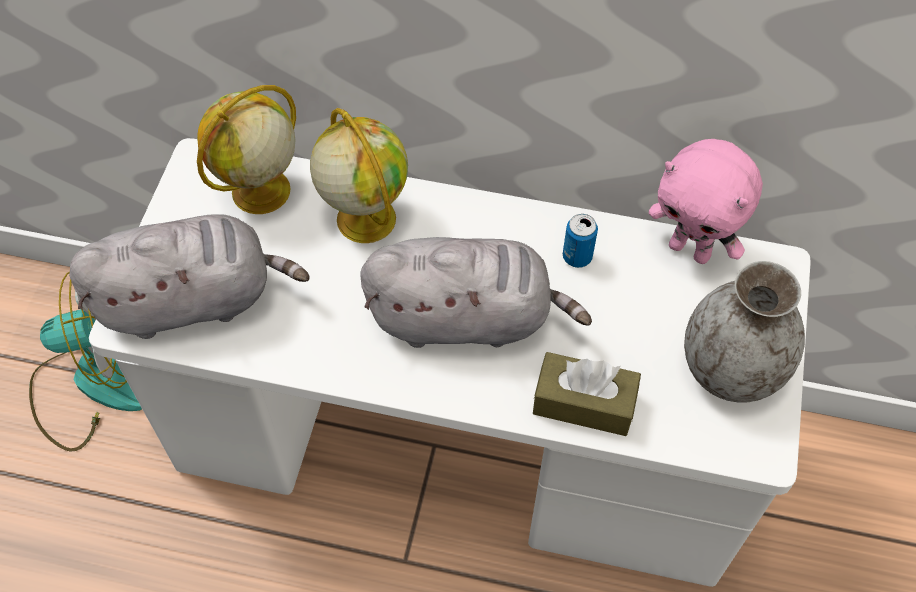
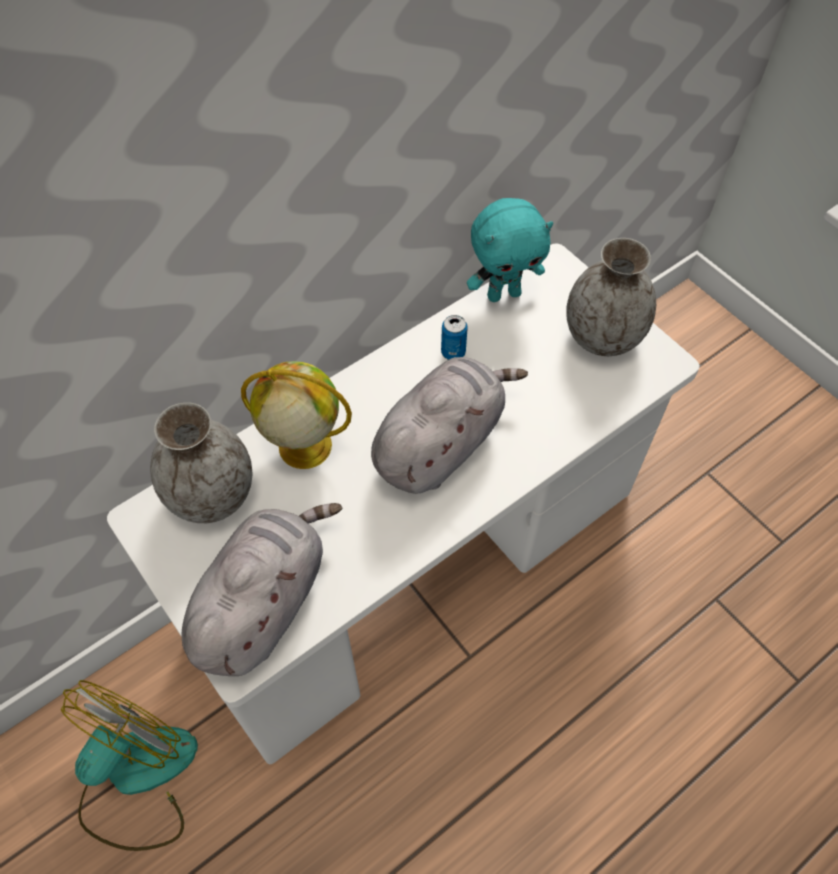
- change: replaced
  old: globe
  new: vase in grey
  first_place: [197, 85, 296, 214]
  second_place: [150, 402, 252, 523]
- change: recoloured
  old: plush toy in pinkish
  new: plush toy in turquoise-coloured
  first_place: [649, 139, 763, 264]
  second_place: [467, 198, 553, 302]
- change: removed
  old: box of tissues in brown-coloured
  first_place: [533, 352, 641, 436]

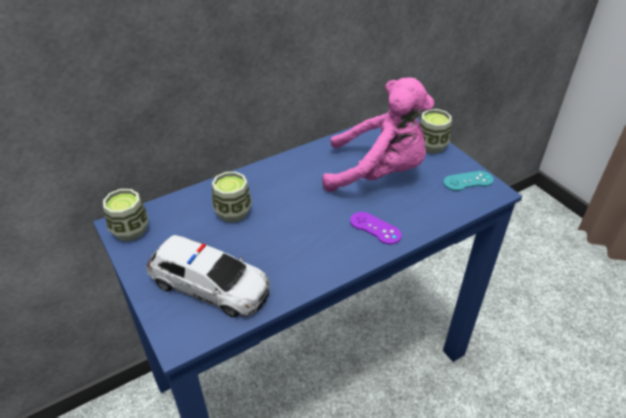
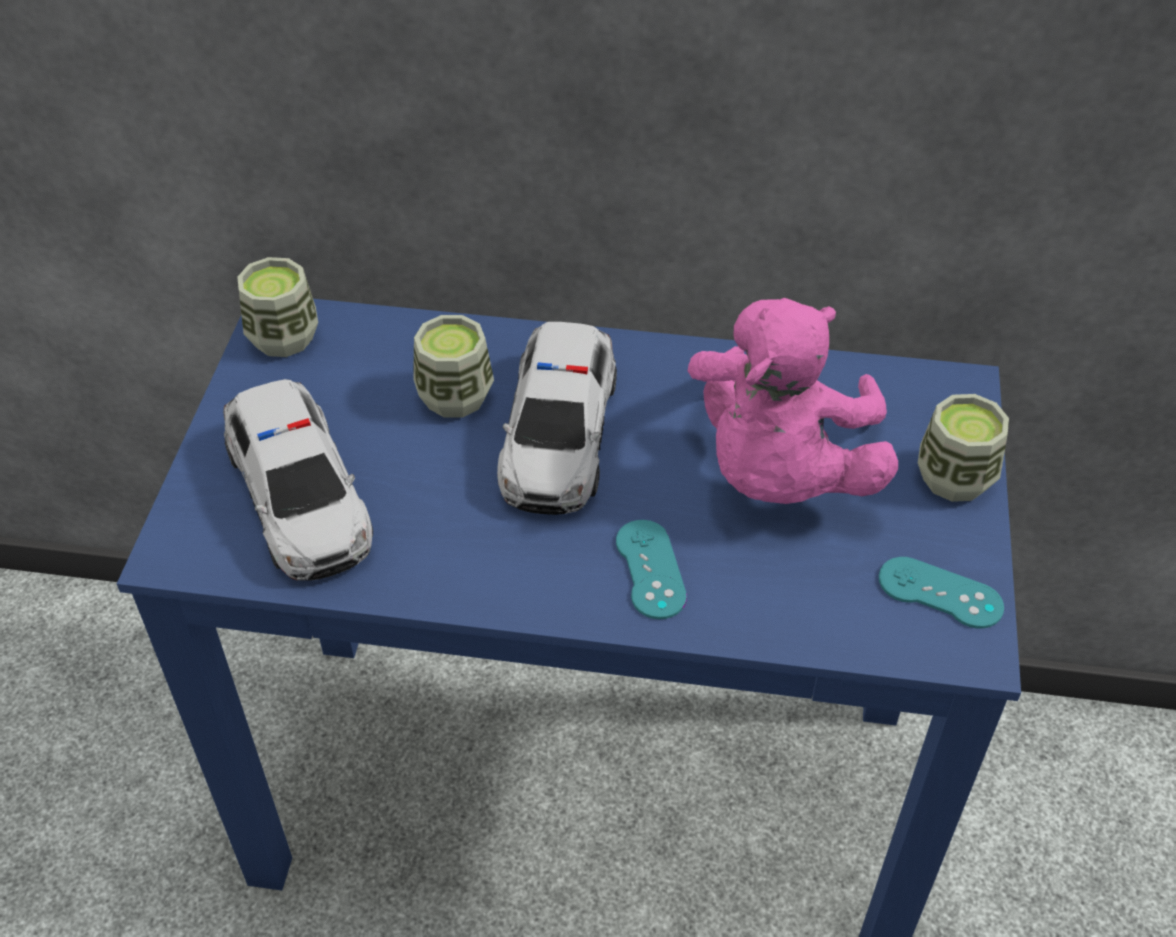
- change: turned
  old: plush toy in pinkish
  first_place: [322, 77, 434, 192]
  second_place: [687, 298, 898, 504]
  degrees: 60
- change: recoloured
  old: game controller in purple-coloured
  new: game controller in turquoise-coloured
  first_place: [350, 212, 402, 244]
  second_place: [616, 520, 687, 619]
- change: added
  new: toy car
  second_place: [497, 322, 617, 515]

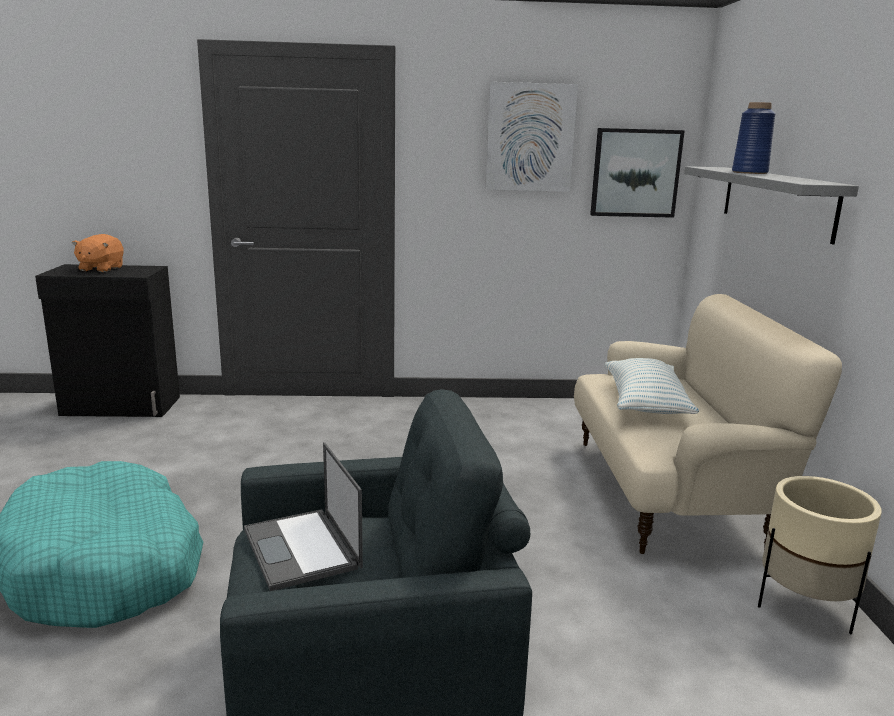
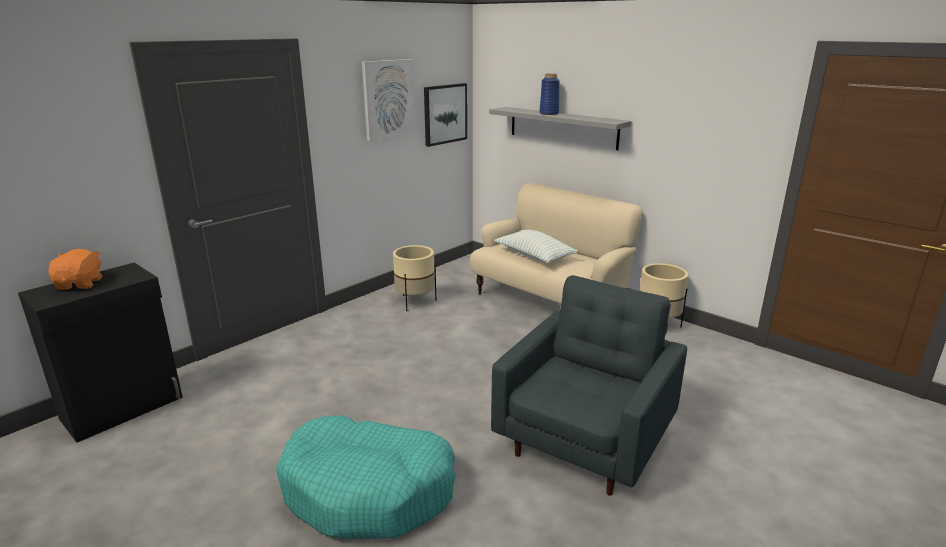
- change: turned
  old: plush toy in orangey
  first_place: [72, 234, 124, 272]
  second_place: [49, 249, 102, 290]
  degrees: -150
- change: removed
  old: notebook computer
  first_place: [244, 442, 363, 591]
- change: added
  new: planter in sand-coloured
  second_place: [393, 245, 436, 311]

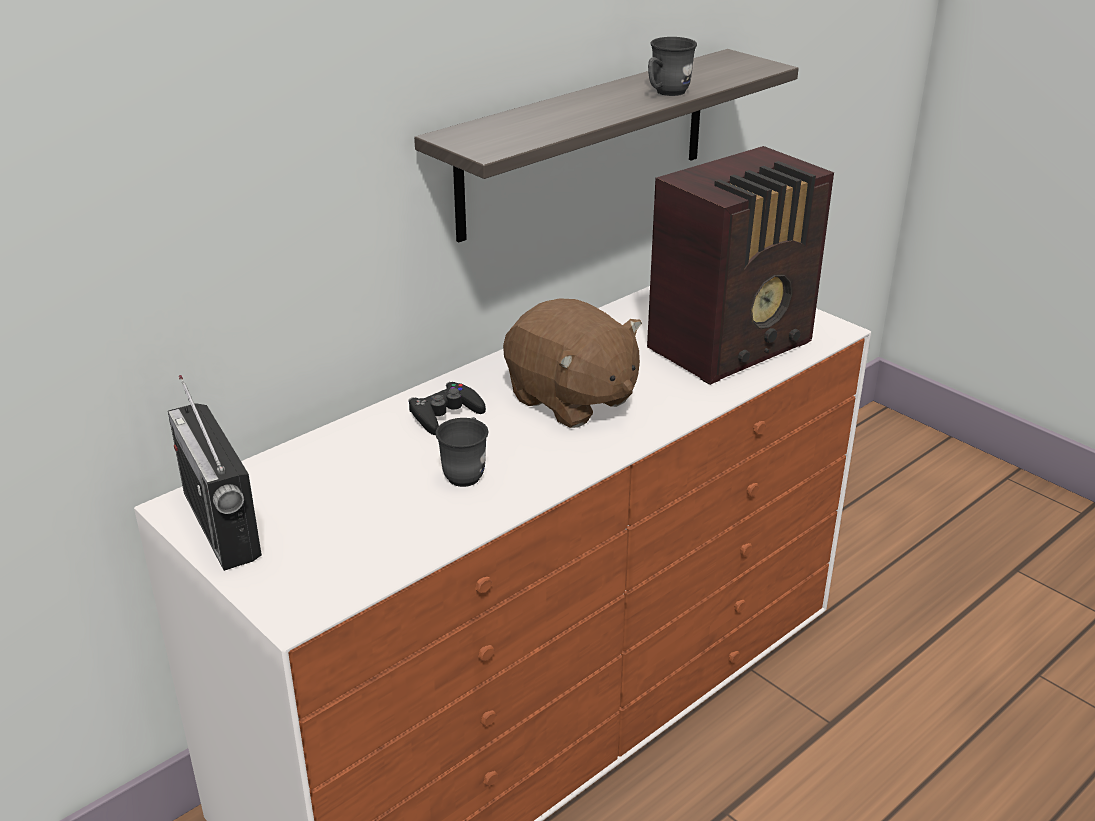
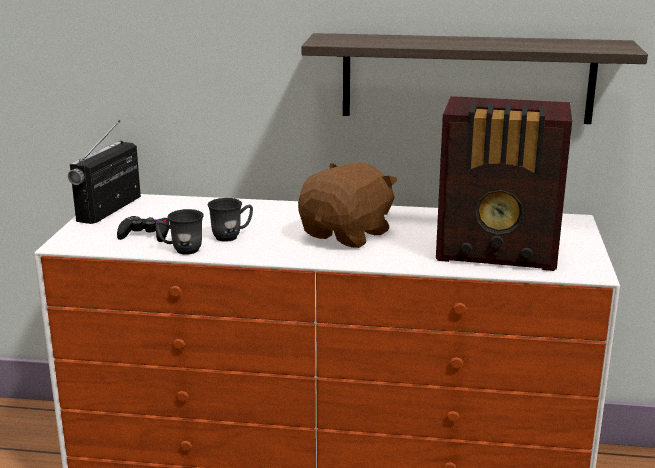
- change: moved
  old: tea mug in grey
  first_place: [648, 37, 697, 96]
  second_place: [155, 209, 204, 255]
- change: turned
  old: plush toy in brown-coloured
  first_place: [503, 298, 642, 428]
  second_place: [298, 162, 398, 248]
  degrees: -150
- change: moved
  old: game controller in black
  first_place: [408, 382, 486, 435]
  second_place: [117, 216, 169, 242]

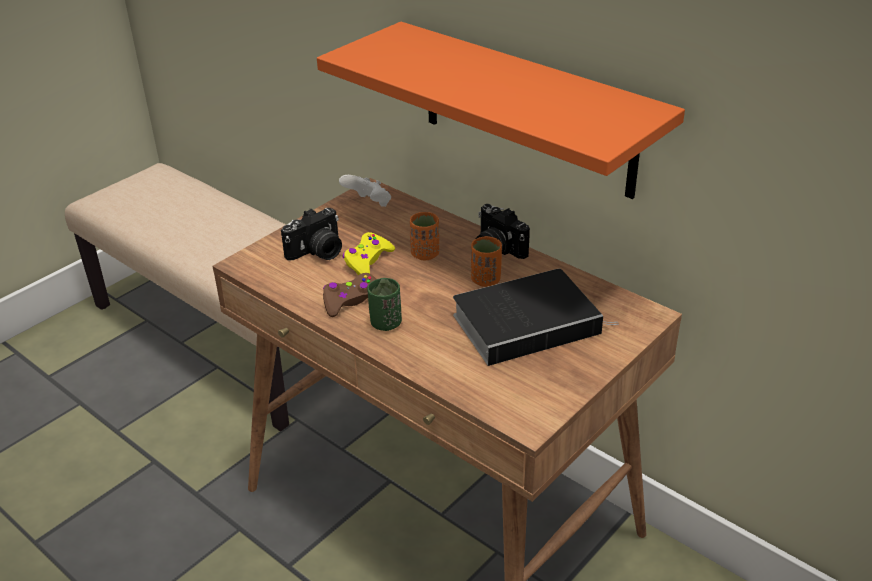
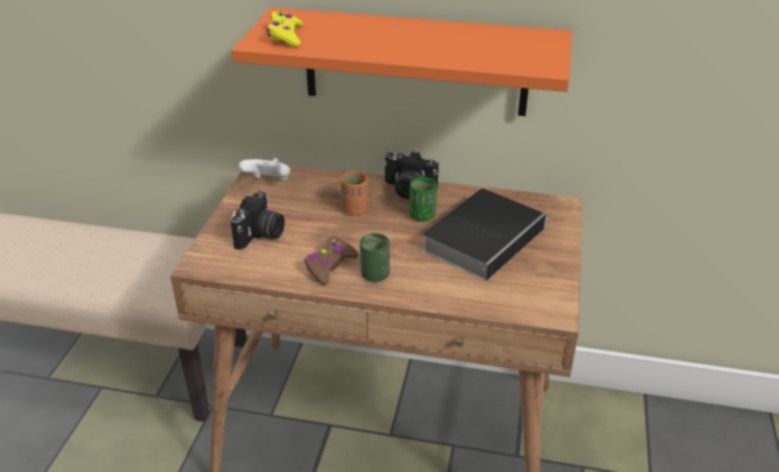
- change: moved
  old: game controller in yellowish
  first_place: [343, 232, 395, 275]
  second_place: [266, 11, 303, 47]
- change: recoloured
  old: drinking cup in orangey
  new: drinking cup in green-coloured
  first_place: [471, 236, 502, 287]
  second_place: [409, 177, 437, 221]

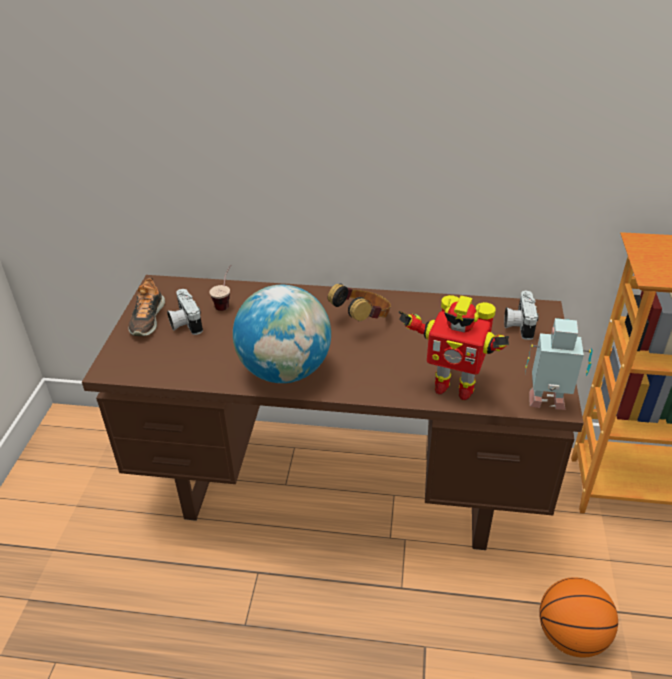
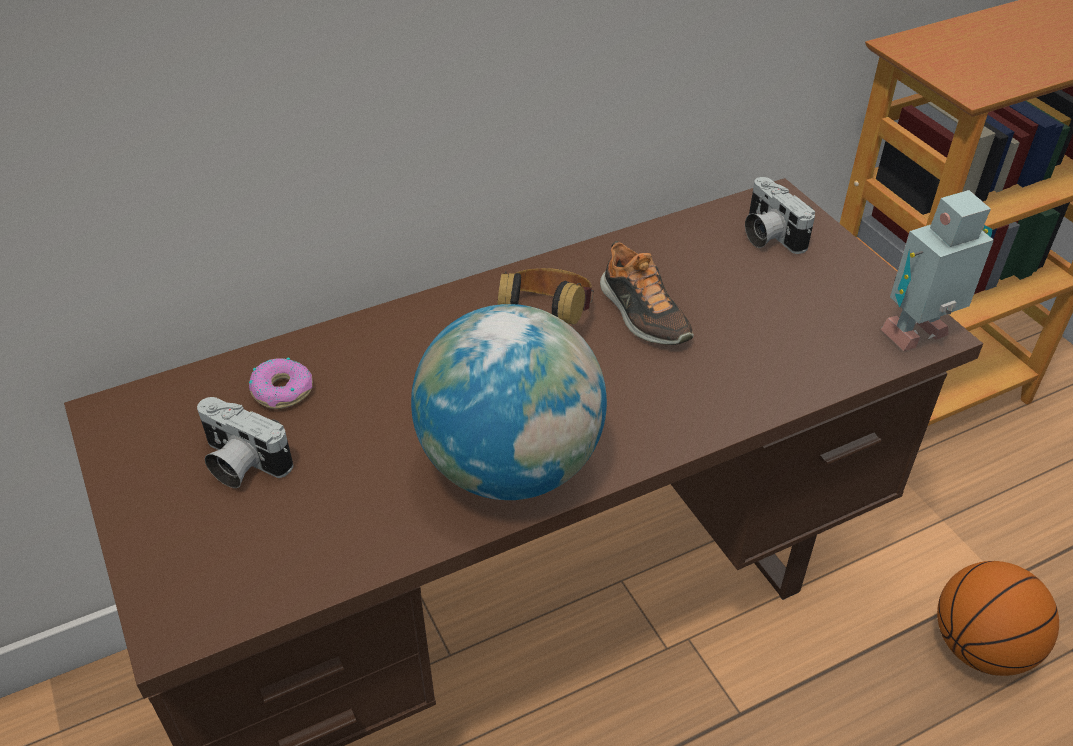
- change: replaced
  old: drinking cup
  new: donut
  first_place: [209, 265, 231, 311]
  second_place: [249, 357, 313, 409]
- change: moved
  old: shoe
  first_place: [128, 278, 165, 336]
  second_place: [600, 241, 694, 345]
- change: removed
  old: robot figure
  first_place: [398, 295, 509, 400]

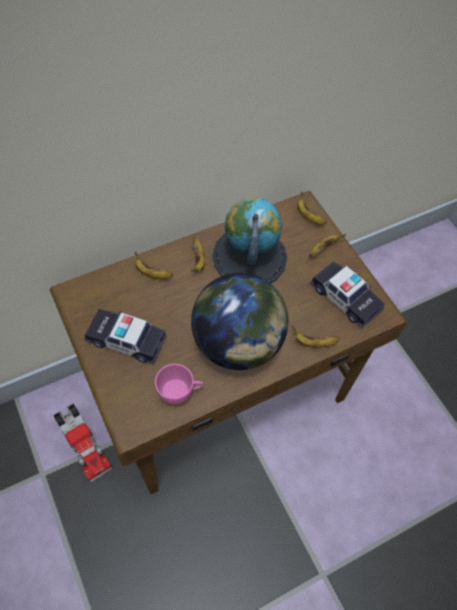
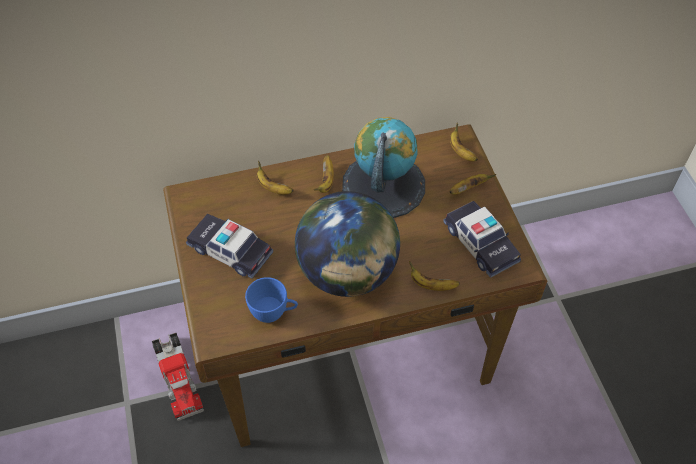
- change: recoloured
  old: drinking cup in pinkish
  new: drinking cup in blue
  first_place: [155, 364, 204, 405]
  second_place: [245, 277, 298, 323]

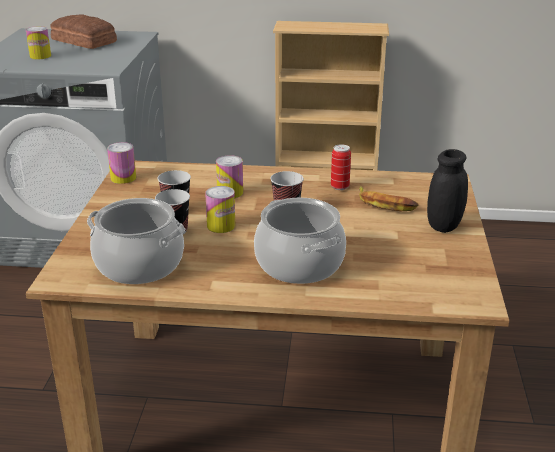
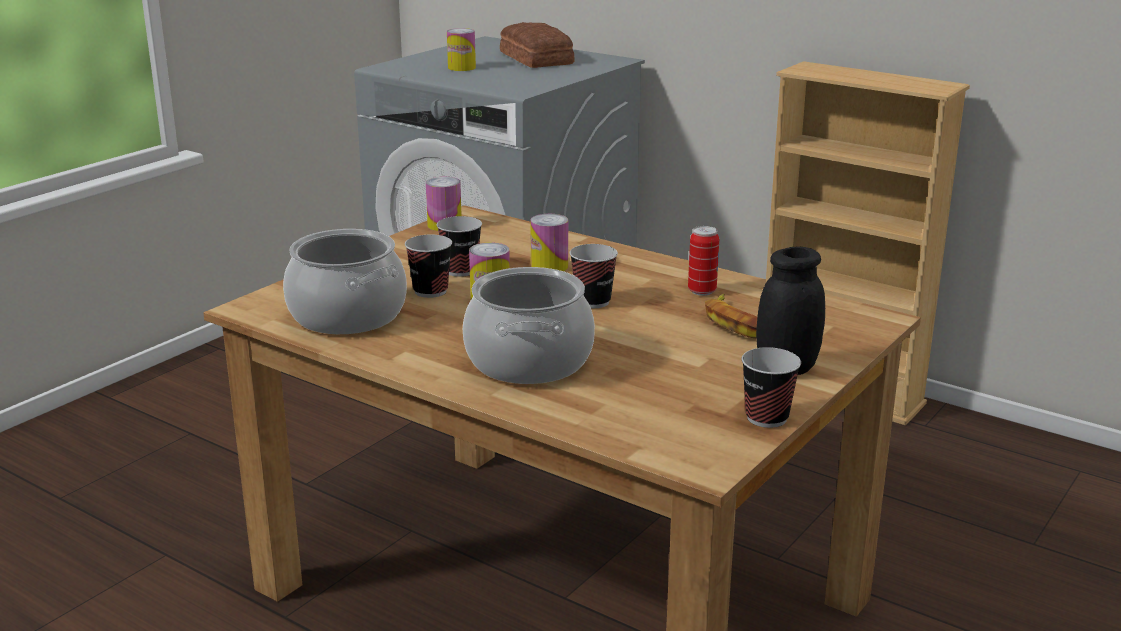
- change: added
  new: drinking cup
  second_place: [742, 347, 801, 428]

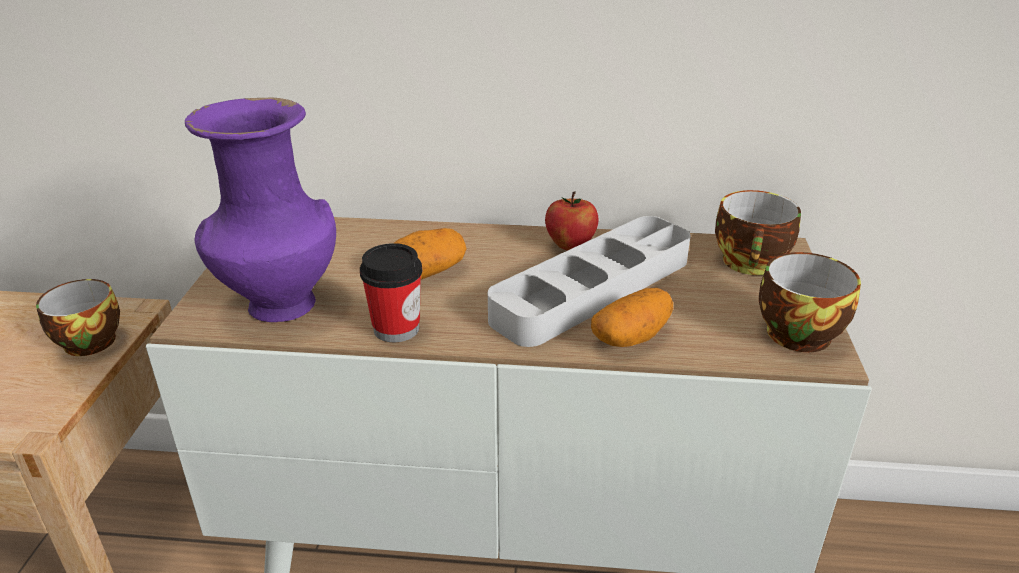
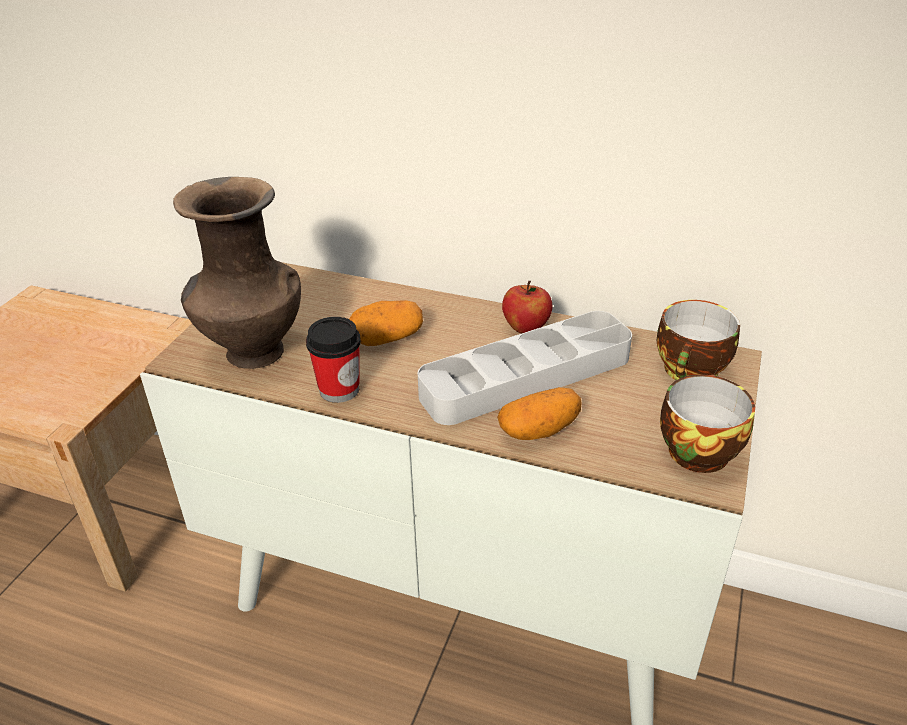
- change: recoloured
  old: vase in purple-coloured
  new: vase in brown-coloured
  first_place: [185, 97, 336, 322]
  second_place: [173, 177, 301, 369]
- change: removed
  old: drinking cup
  first_place: [36, 279, 120, 356]

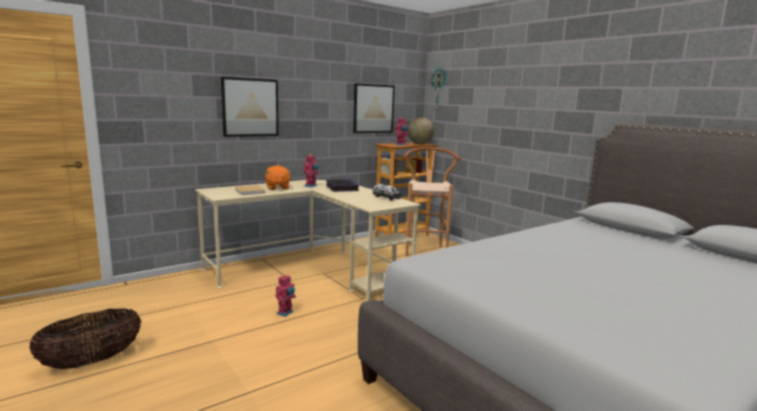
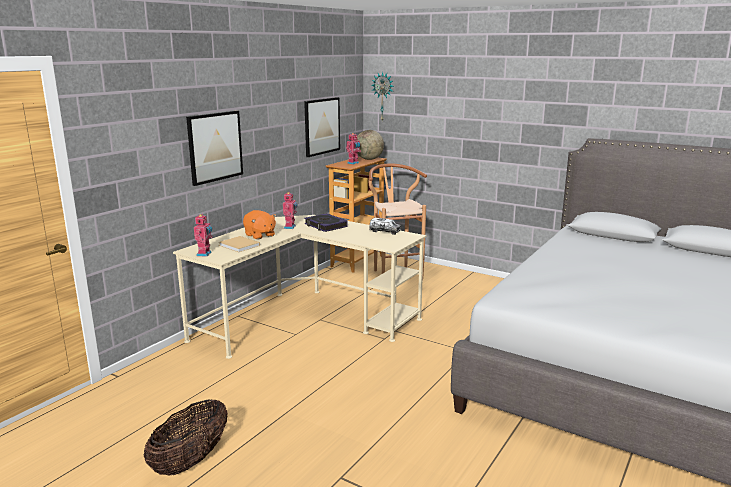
- change: moved
  old: robot figure
  first_place: [275, 275, 296, 317]
  second_place: [194, 214, 213, 257]

